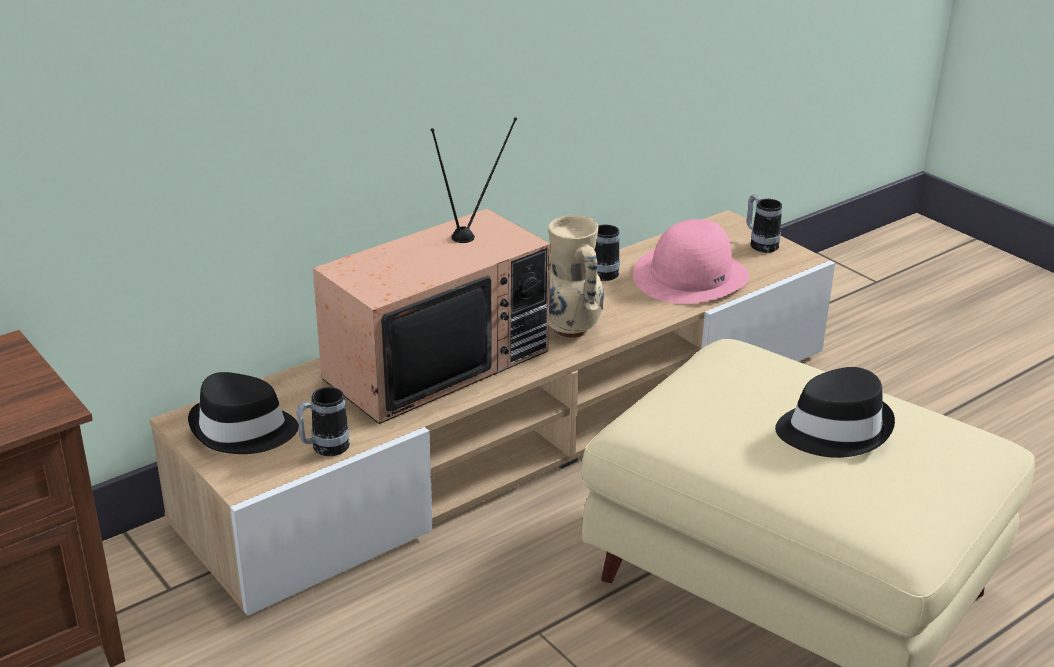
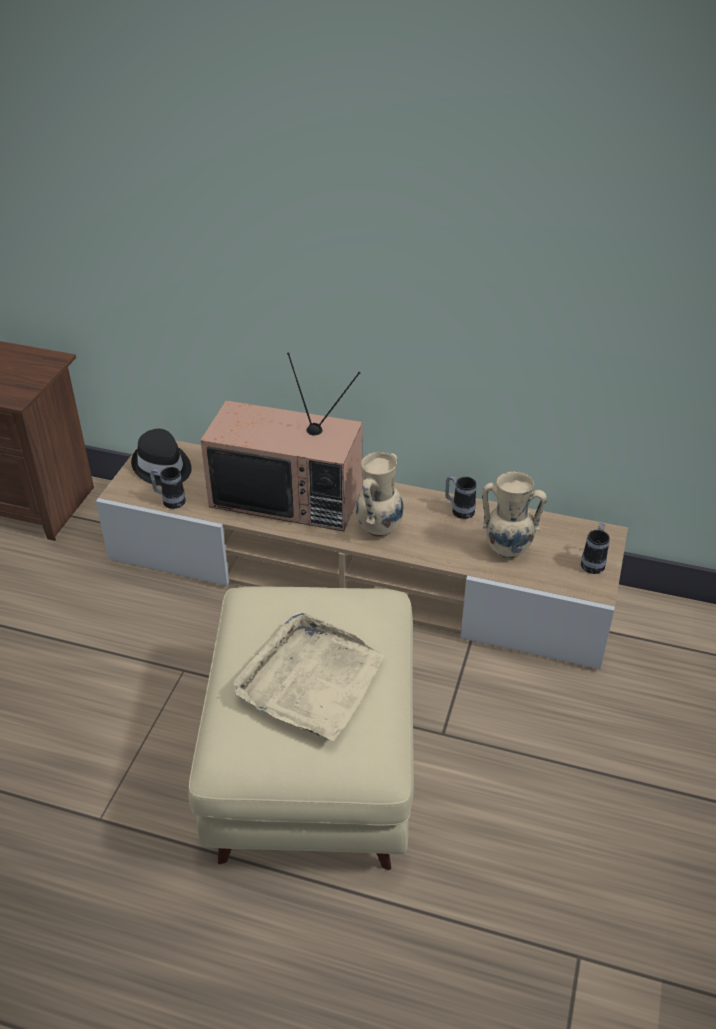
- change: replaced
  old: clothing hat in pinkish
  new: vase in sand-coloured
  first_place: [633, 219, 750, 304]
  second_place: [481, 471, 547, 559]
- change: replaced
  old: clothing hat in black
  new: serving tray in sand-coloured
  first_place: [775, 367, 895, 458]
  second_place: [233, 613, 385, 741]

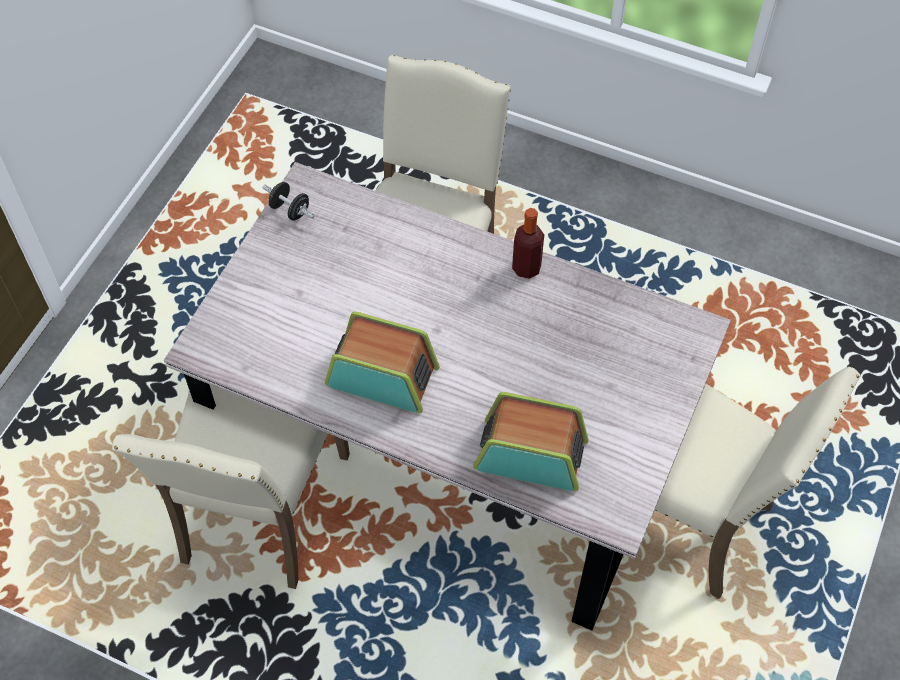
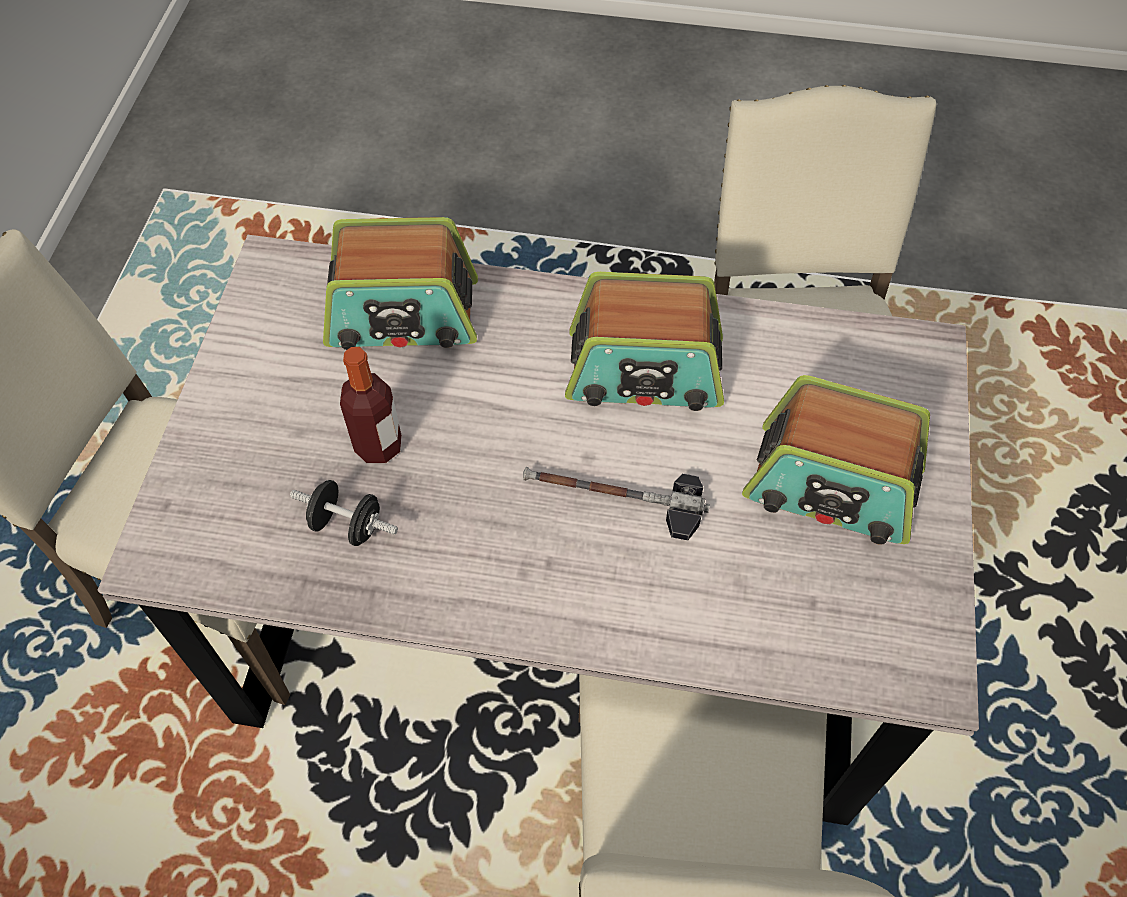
- change: moved
  old: hand weight in black
  first_place: [262, 182, 315, 221]
  second_place: [290, 480, 398, 546]
- change: moved
  old: drink bottle
  first_place: [512, 208, 544, 279]
  second_place: [340, 347, 402, 463]
- change: added
  new: radio set
  second_place: [742, 375, 930, 545]
- change: added
  new: hand hammer
  second_place: [523, 467, 710, 540]

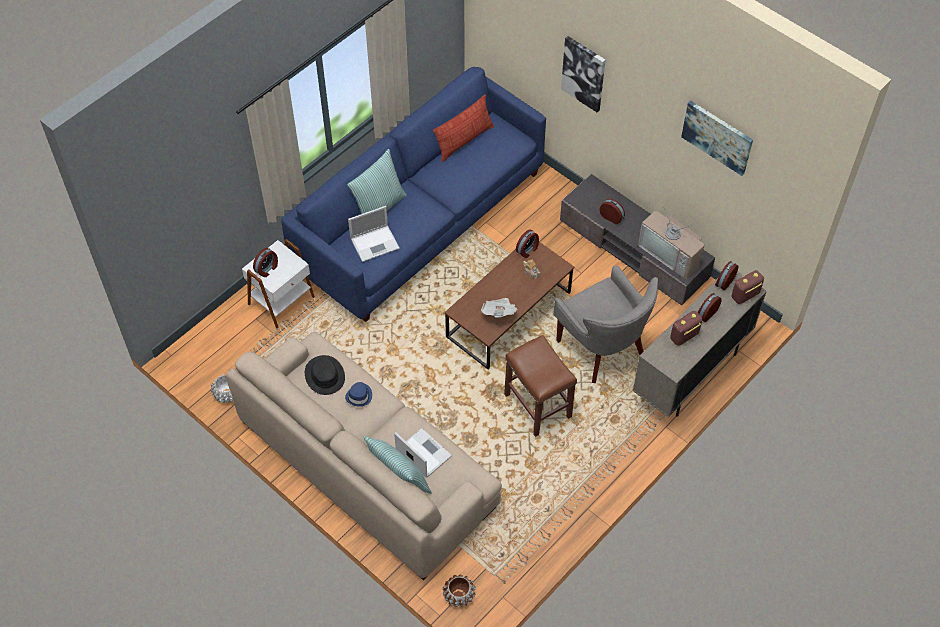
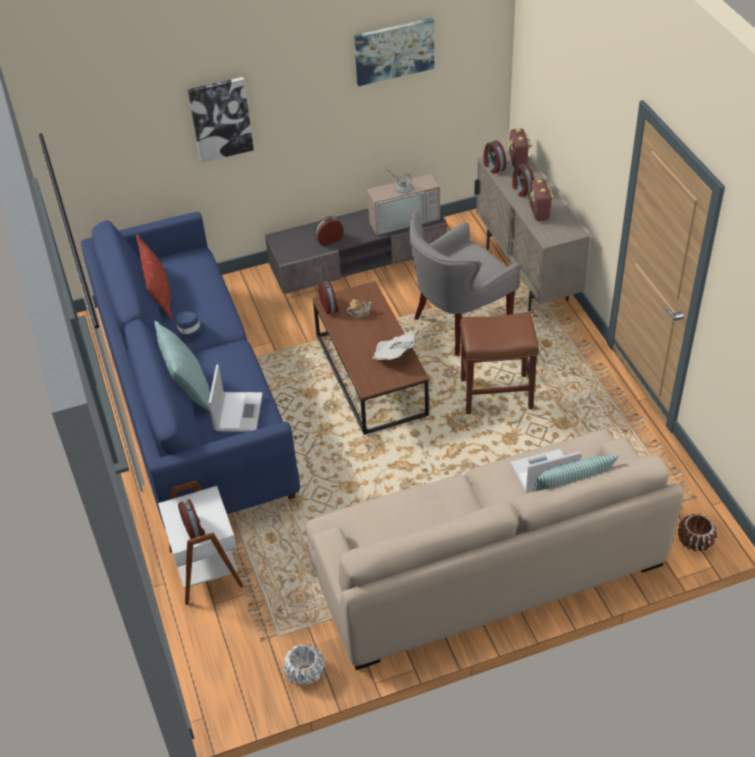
- change: turned
  old: easy chair in grey
  first_place: [553, 265, 658, 383]
  second_place: [409, 211, 521, 356]
  degrees: 150
- change: removed
  old: clothing hat in black
  first_place: [305, 355, 345, 395]
- change: moved
  old: clothing hat in blue
  first_place: [345, 382, 372, 407]
  second_place: [173, 311, 203, 337]

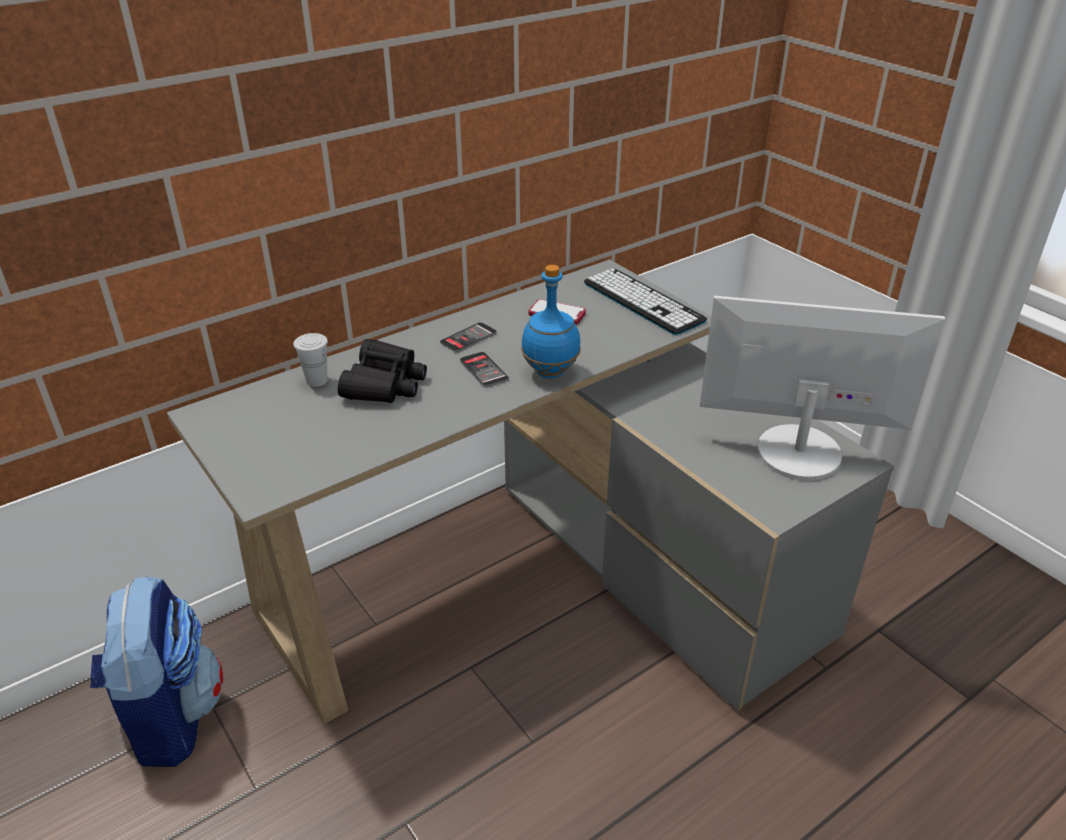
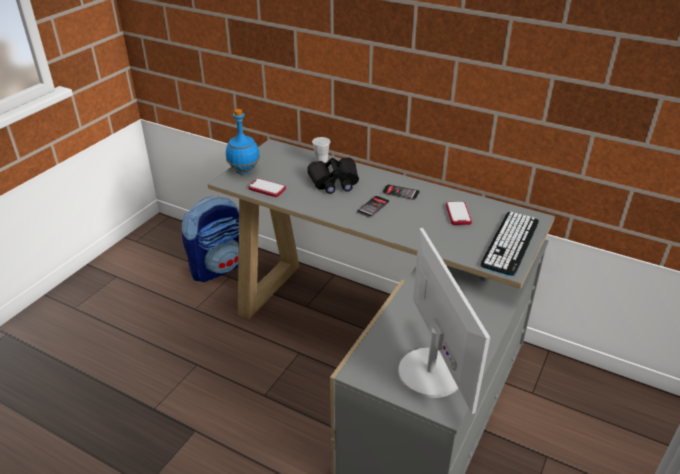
- change: moved
  old: drink bottle in blue
  first_place: [521, 265, 581, 379]
  second_place: [226, 109, 260, 175]
- change: added
  new: handset
  second_place: [248, 178, 286, 197]

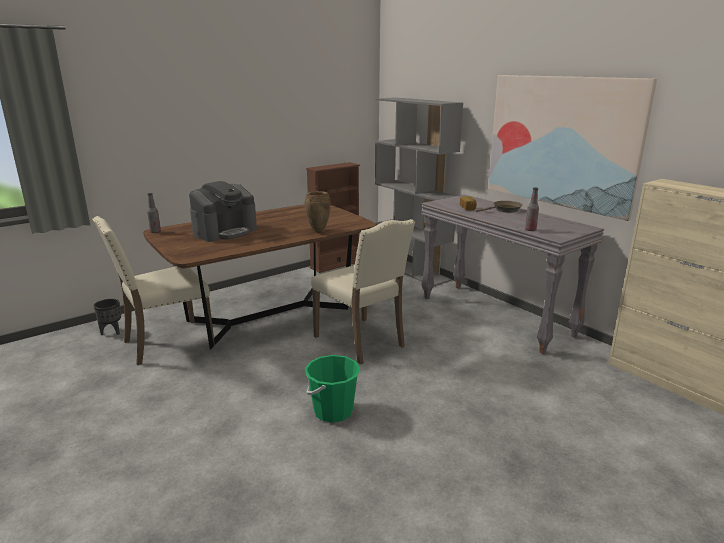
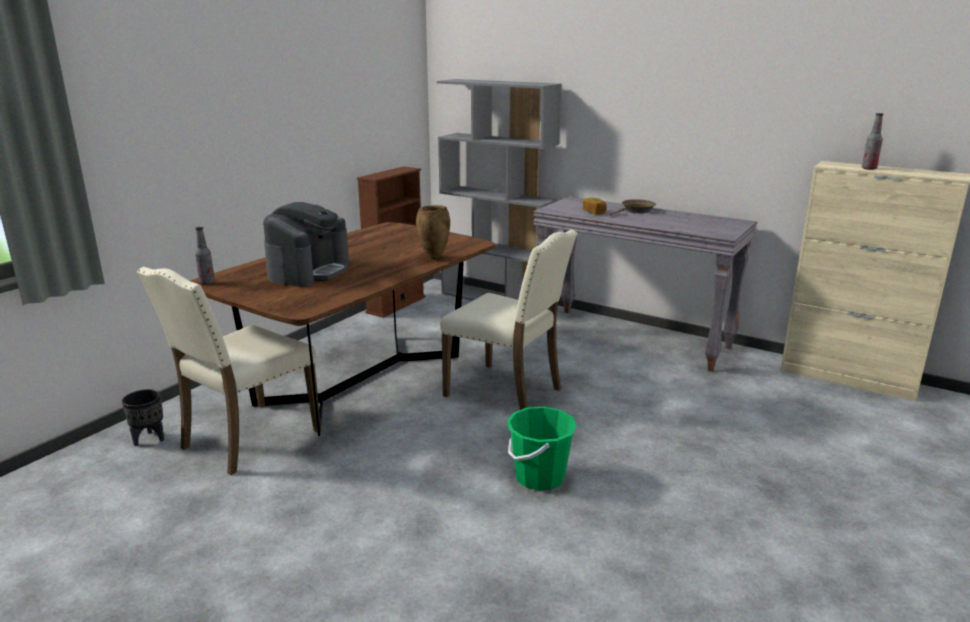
- change: removed
  old: wall art
  first_place: [488, 75, 657, 221]
- change: moved
  old: drink bottle
  first_place: [525, 187, 539, 231]
  second_place: [862, 113, 884, 170]

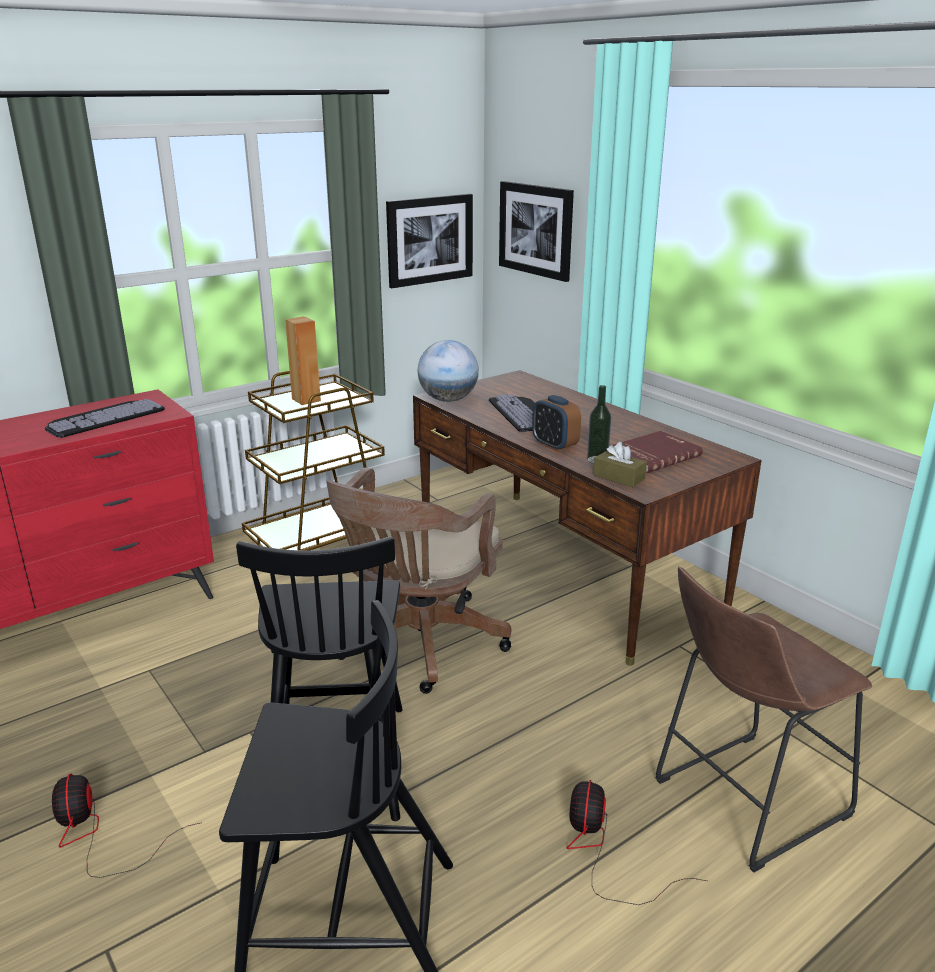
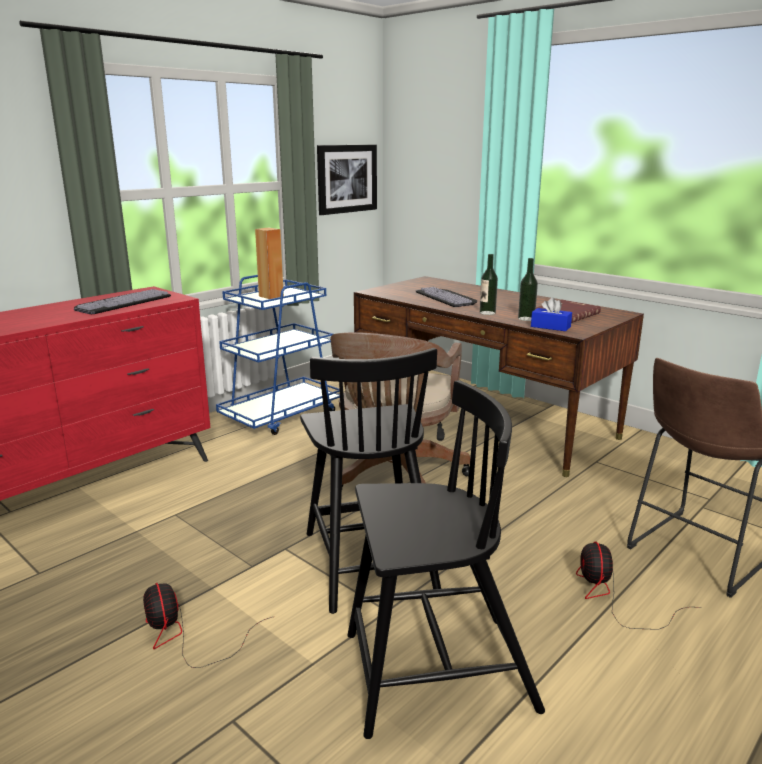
- change: removed
  old: wall art
  first_place: [499, 181, 574, 282]
- change: removed
  old: globe
  first_place: [418, 340, 479, 402]
- change: recoloured
  old: cart in brown-coloured
  new: cart in blue
  first_place: [242, 371, 385, 550]
  second_place: [216, 275, 340, 435]
- change: replaced
  old: bedside clock
  new: drink bottle
  first_place: [532, 395, 581, 452]
  second_place: [480, 254, 498, 315]
- change: recoloured
  old: box of tissues in brown-coloured
  new: box of tissues in blue
  first_place: [594, 442, 647, 487]
  second_place: [531, 297, 572, 331]

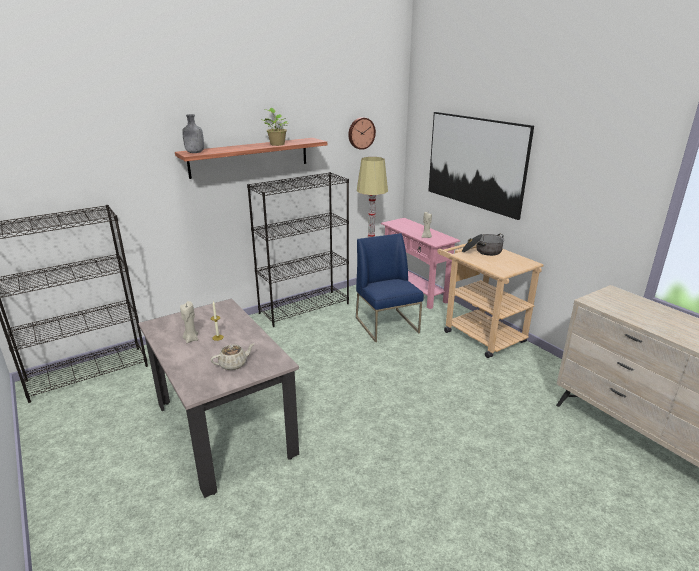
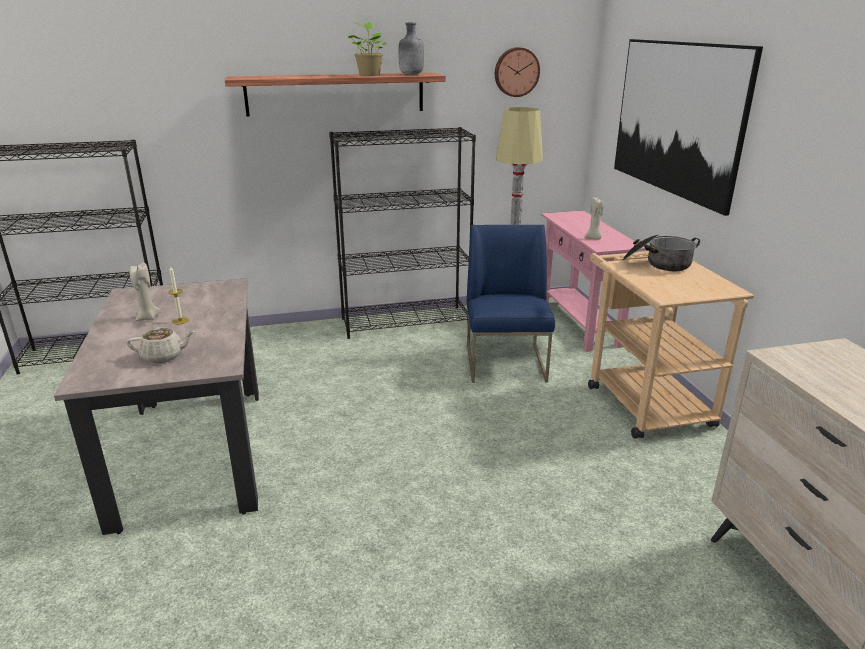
- change: moved
  old: drink bottle in grey
  first_place: [182, 114, 204, 153]
  second_place: [398, 22, 424, 75]

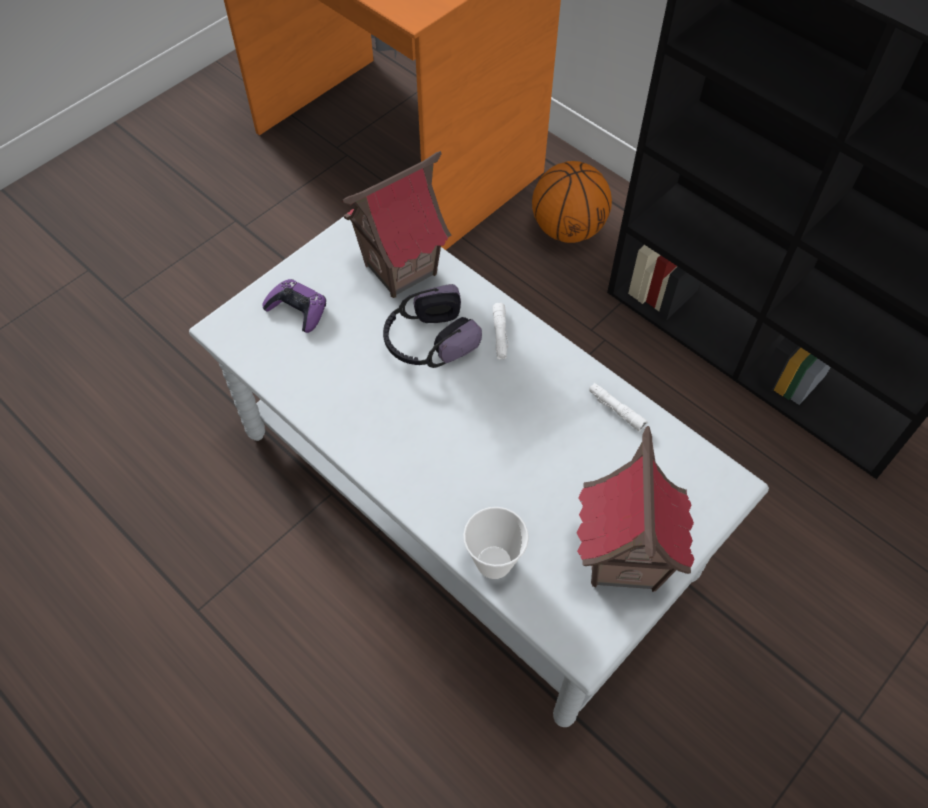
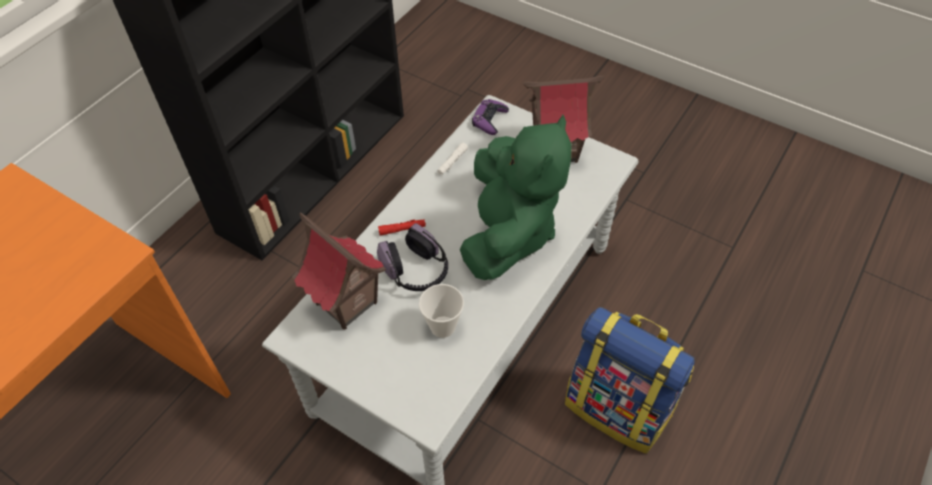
- change: removed
  old: basketball
  first_place: [532, 161, 612, 243]
- change: moved
  old: game controller in purple-coloured
  first_place: [262, 279, 326, 333]
  second_place: [472, 99, 509, 135]
- change: recoloured
  old: flashlight in whitish
  new: flashlight in red-coloured
  first_place: [493, 303, 509, 360]
  second_place: [378, 219, 426, 235]
- change: moved
  old: drinking cup
  first_place: [463, 507, 529, 579]
  second_place: [419, 284, 464, 338]
- change: added
  new: plush toy in green-coloured
  second_place: [460, 114, 572, 280]
- change: added
  new: rucksack
  second_place: [565, 307, 695, 454]

